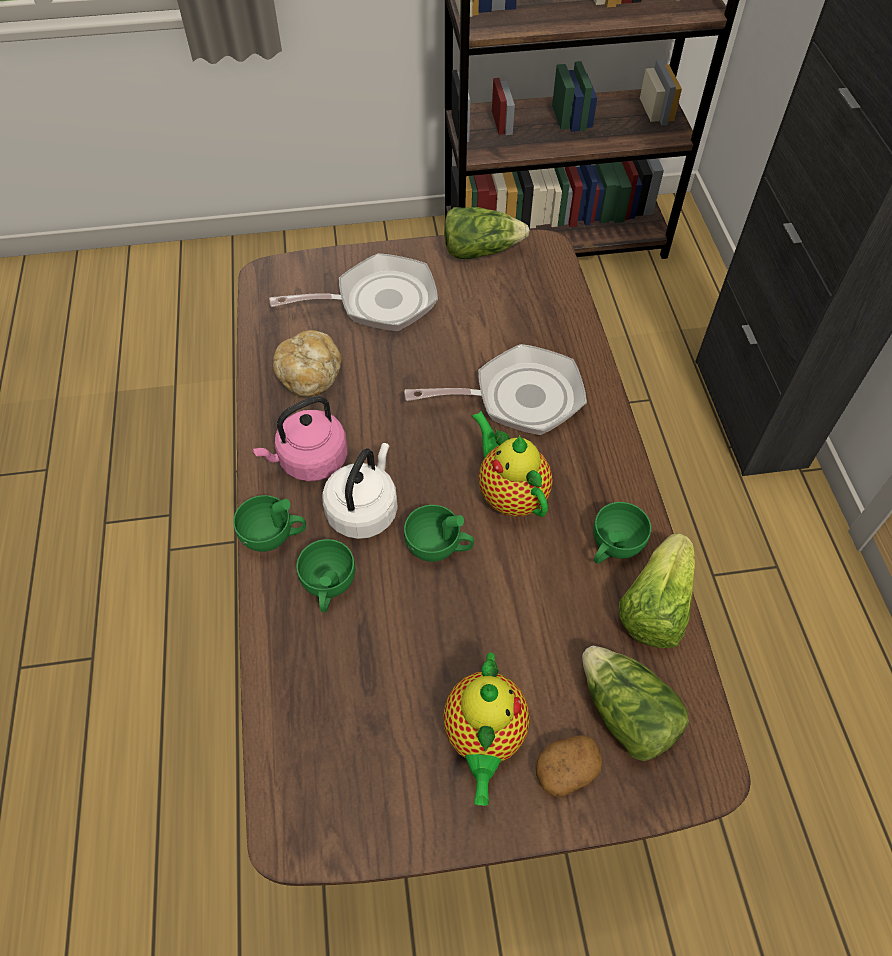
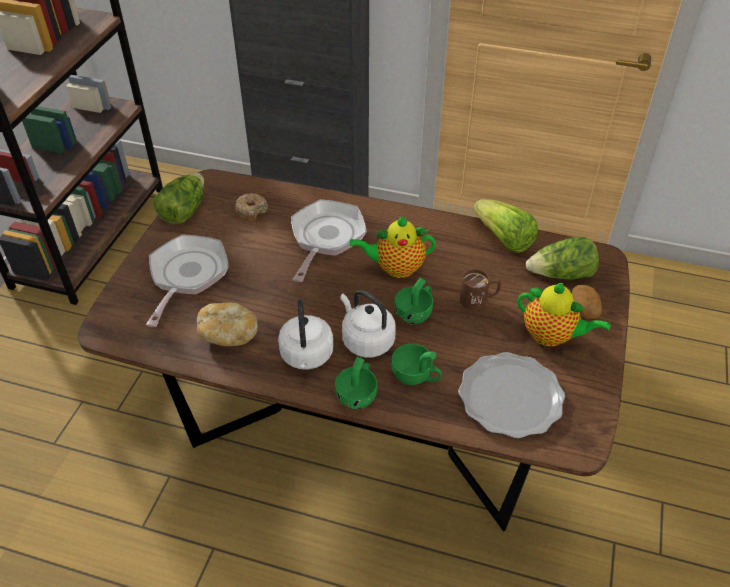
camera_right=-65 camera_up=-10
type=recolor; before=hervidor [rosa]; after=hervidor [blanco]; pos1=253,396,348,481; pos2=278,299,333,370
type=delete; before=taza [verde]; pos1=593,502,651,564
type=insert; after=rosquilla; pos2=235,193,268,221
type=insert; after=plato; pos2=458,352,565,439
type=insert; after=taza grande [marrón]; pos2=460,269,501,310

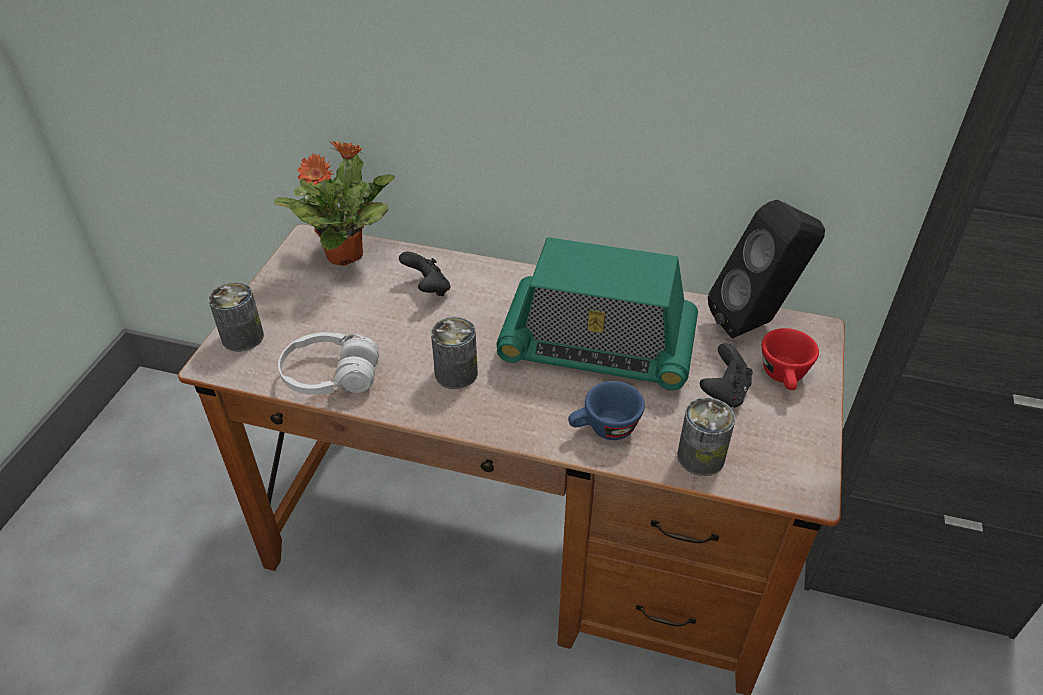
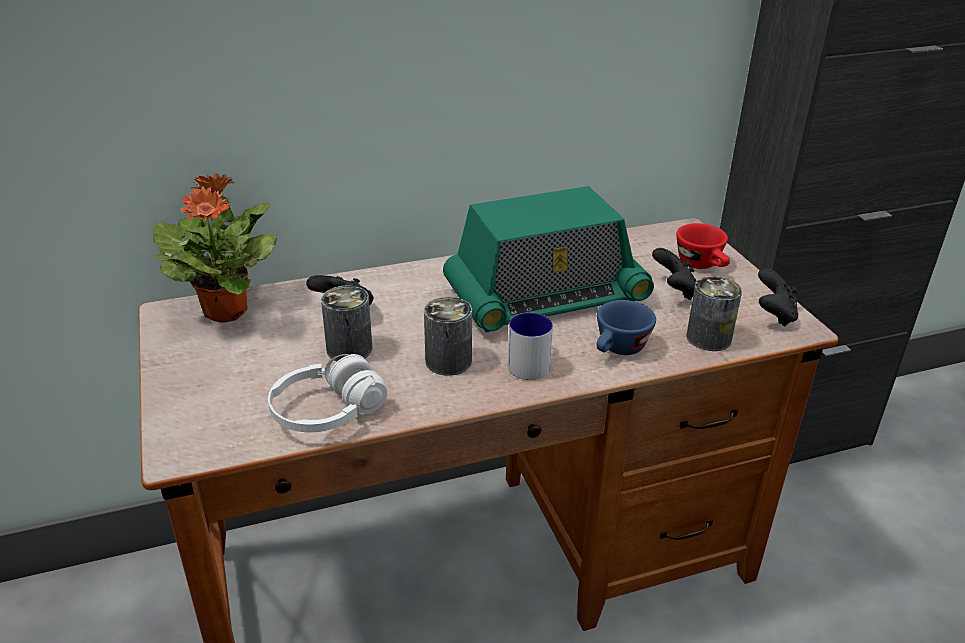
camera_right=-35 camera_up=-10
type=move; before=lata; pos1=208,282,264,352; pos2=321,285,373,361
type=delete; before=altavoz [negro]; pos1=708,200,825,338
type=insert; after=taza grande; pos2=508,313,553,380
type=insert; after=mando de consola [negro]; pos2=758,268,798,327

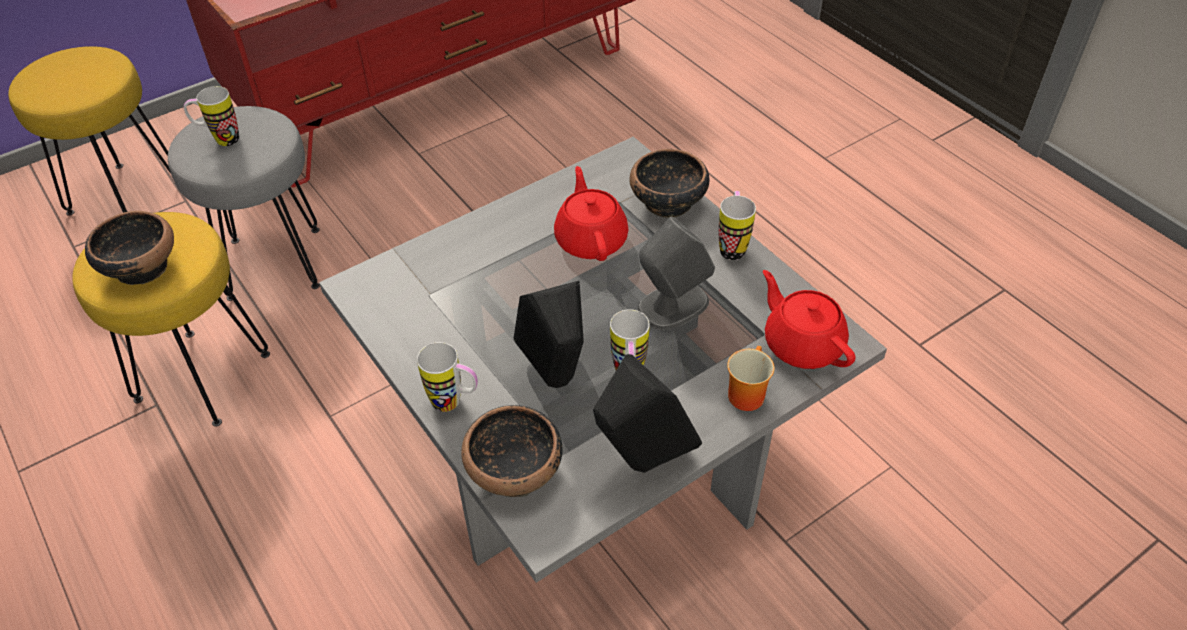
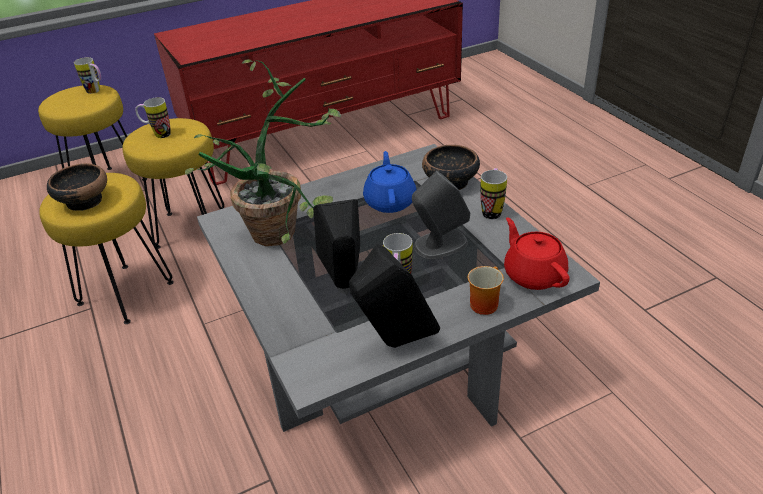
camera_right=10 camera_up=-10
type=recolor; before=taburete [gris]; after=taburete [amarillo]; pos1=168,106,320,301; pos2=122,118,224,249
type=move; before=taza grande; pos1=417,342,478,412; pos2=74,57,101,94
type=delete; before=cuenco; pos1=461,405,563,497
type=recolor; before=tetera [rojo]; after=tetera [azul]; pos1=554,166,629,261; pos2=363,151,416,213
type=insert; after=planta en maceta; pos2=185,59,341,246

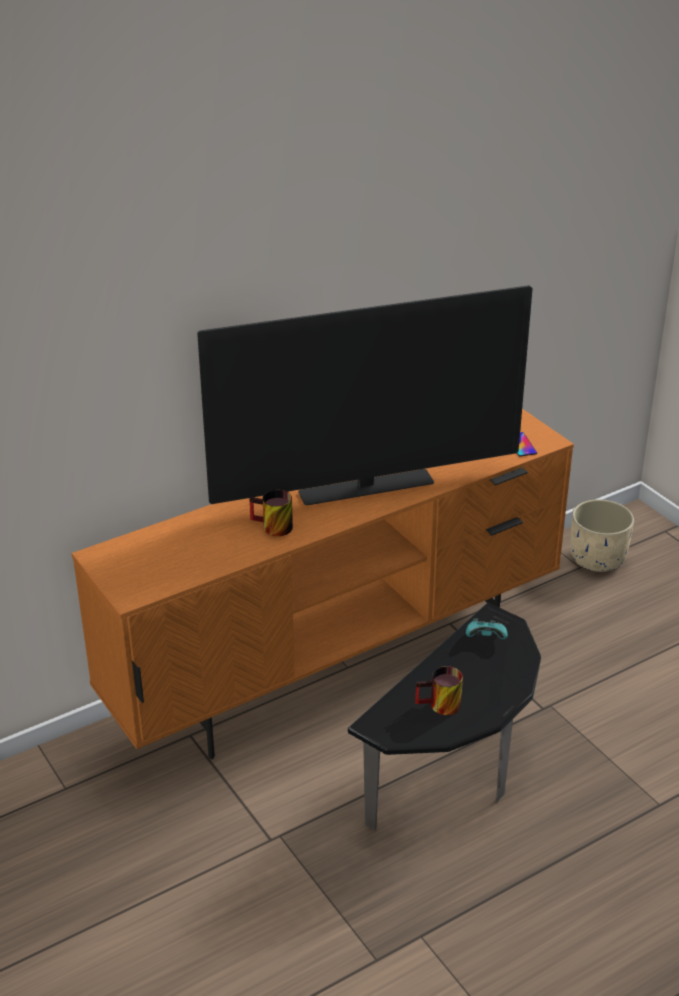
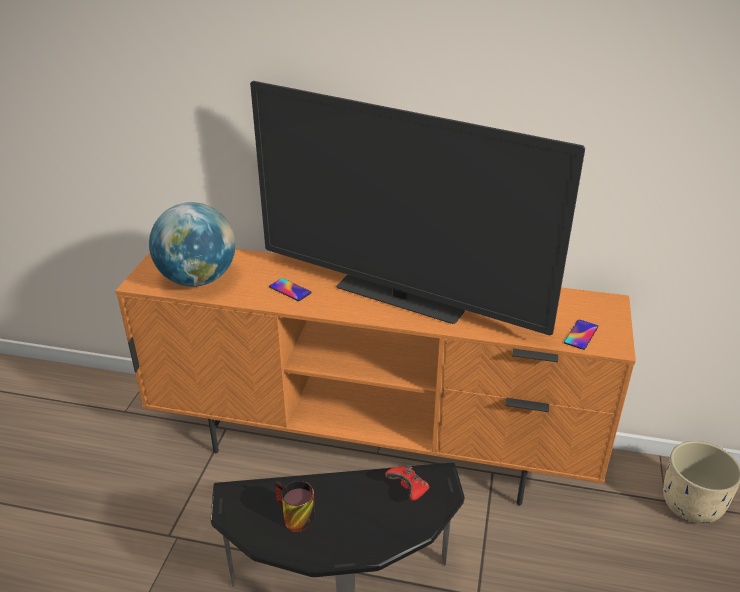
camera_right=45 camera_up=0
type=replace; before=taza grande; after=móvil; pos1=250,490,293,536; pos2=269,278,312,301
type=recolor; before=mando de consola [turquesa]; after=mando de consola [rojo]; pos1=466,619,508,639; pos2=385,465,430,501
type=insert; after=globo terráqueo; pos2=149,202,235,287

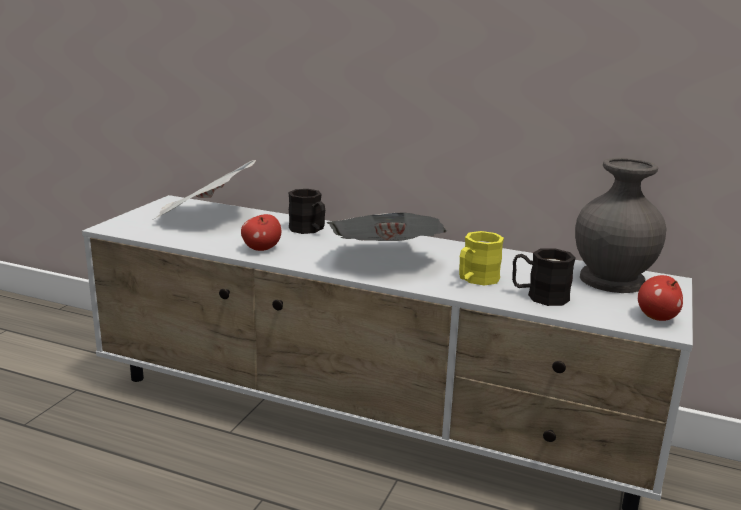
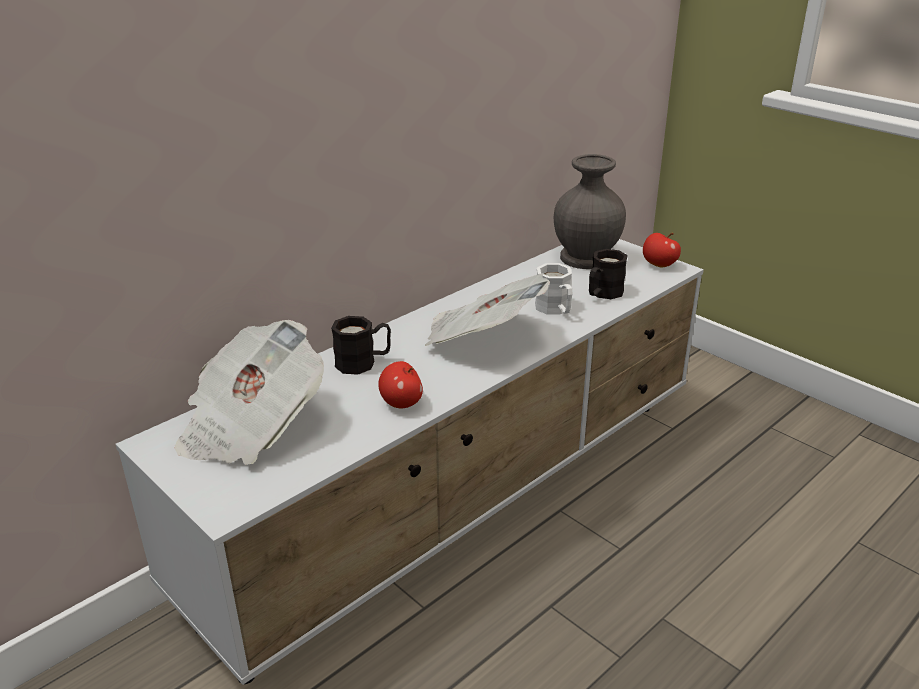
camera_right=-65 camera_up=10
type=recolor; before=taza grande [amarillo]; after=taza grande [blanco]; pos1=459,231,504,286; pos2=535,263,572,315

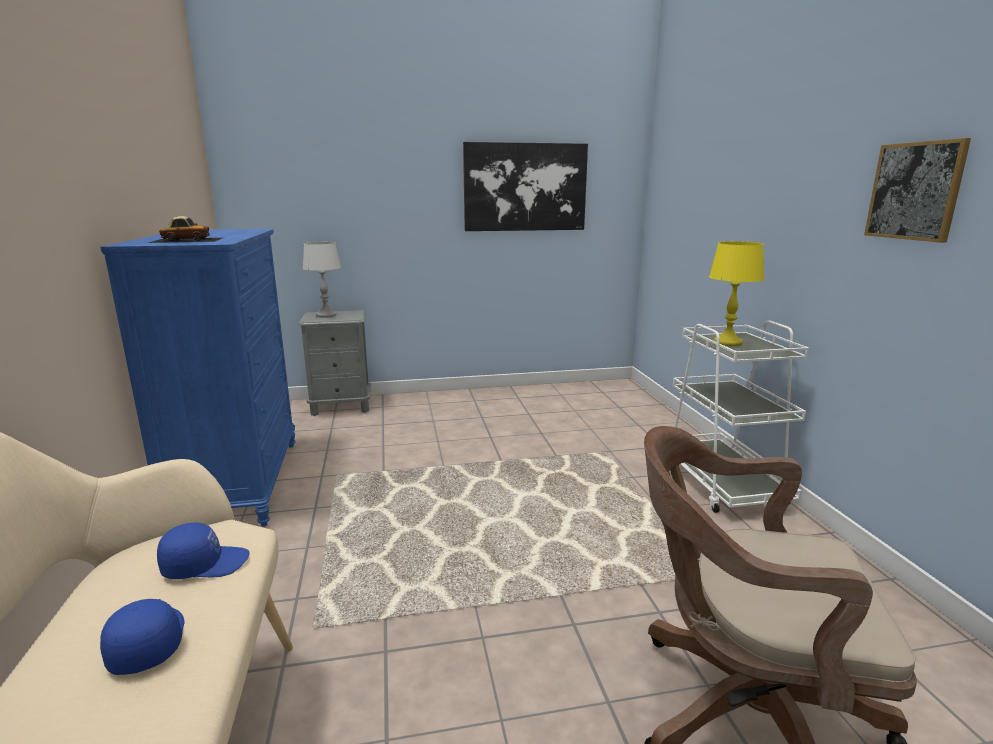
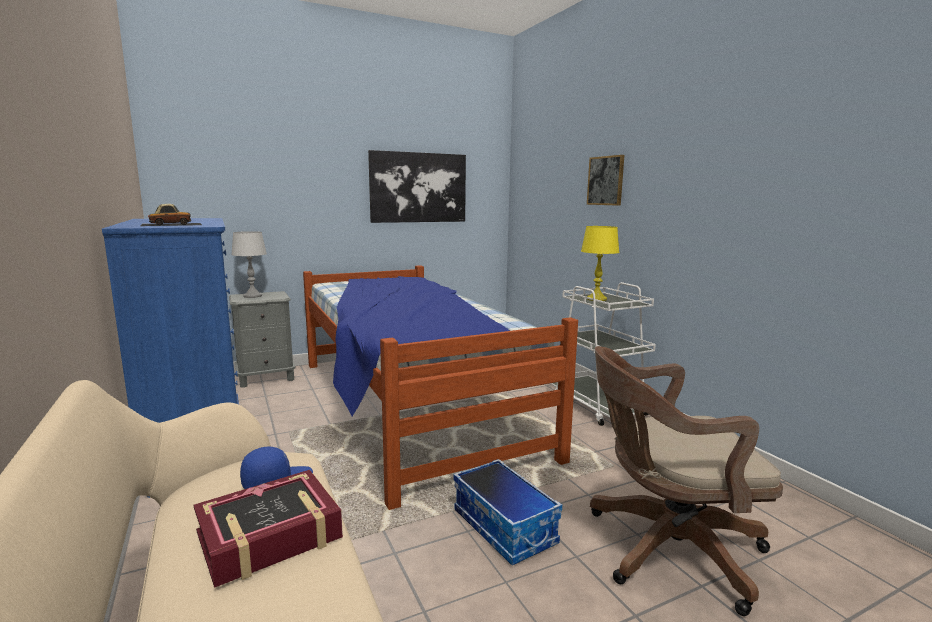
camera_right=-15 camera_up=-5
type=replace; before=gorra [azul]; after=libro; pos1=100,599,184,675; pos2=194,470,343,588
type=move; before=cuadro; pos1=864,138,971,243; pos2=587,155,624,206
type=insert; after=cama; pos2=303,265,578,510
type=insert; after=caja de almacenaje; pos2=453,459,562,565

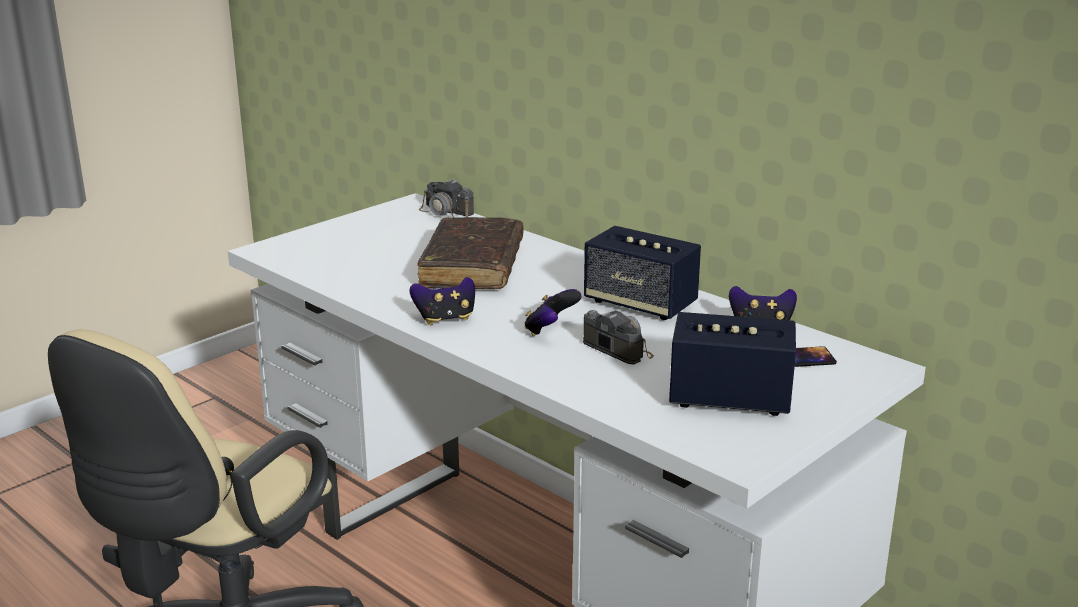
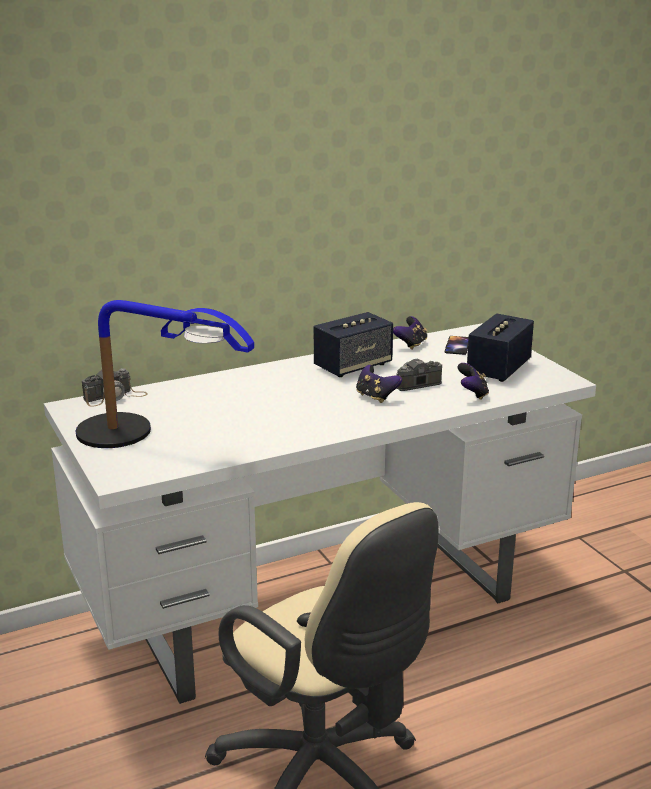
camera_right=-70 camera_up=0
type=move; before=mando de consola; pos1=409,277,475,325; pos2=458,363,489,400
type=delete; before=libro [marrón]; pos1=417,217,523,289
type=insert; after=lámpara de mesa; pos2=76,300,254,448

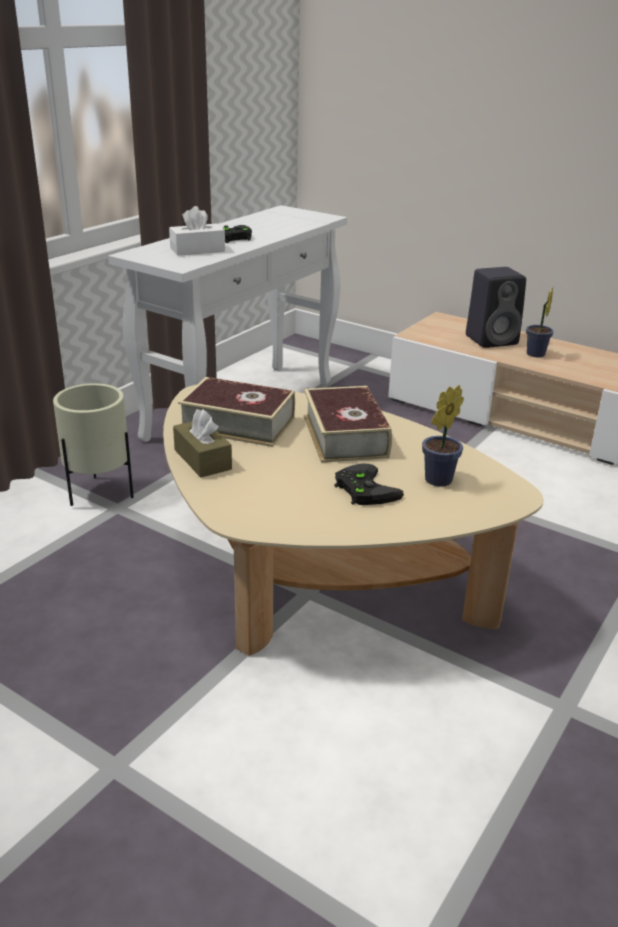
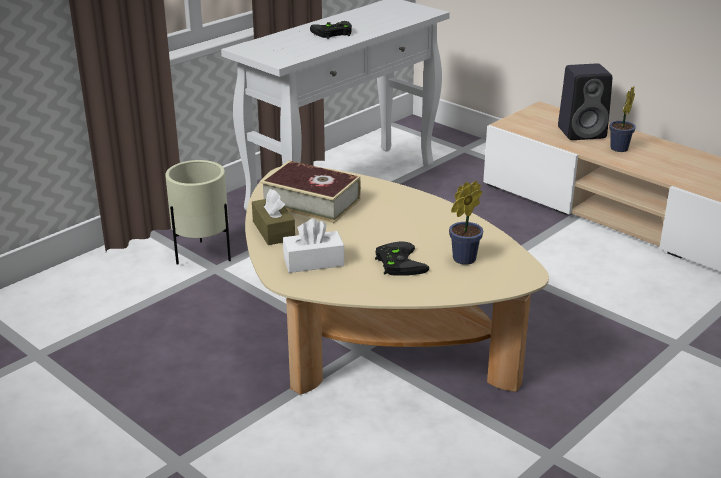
camera_right=10 camera_up=0
type=move; before=caja de pañuelos [blanco]; pos1=169,206,225,256; pos2=283,218,344,273
type=delete; before=libro; pos1=304,386,392,462

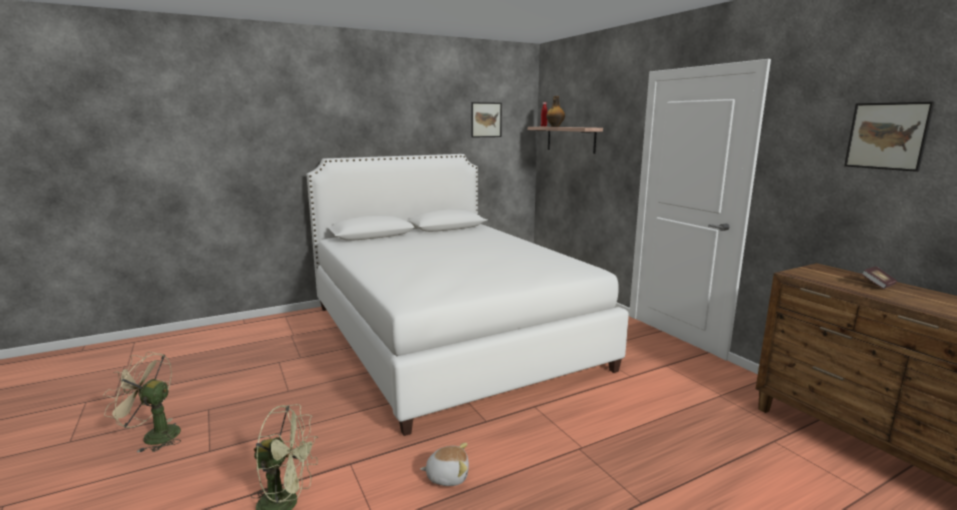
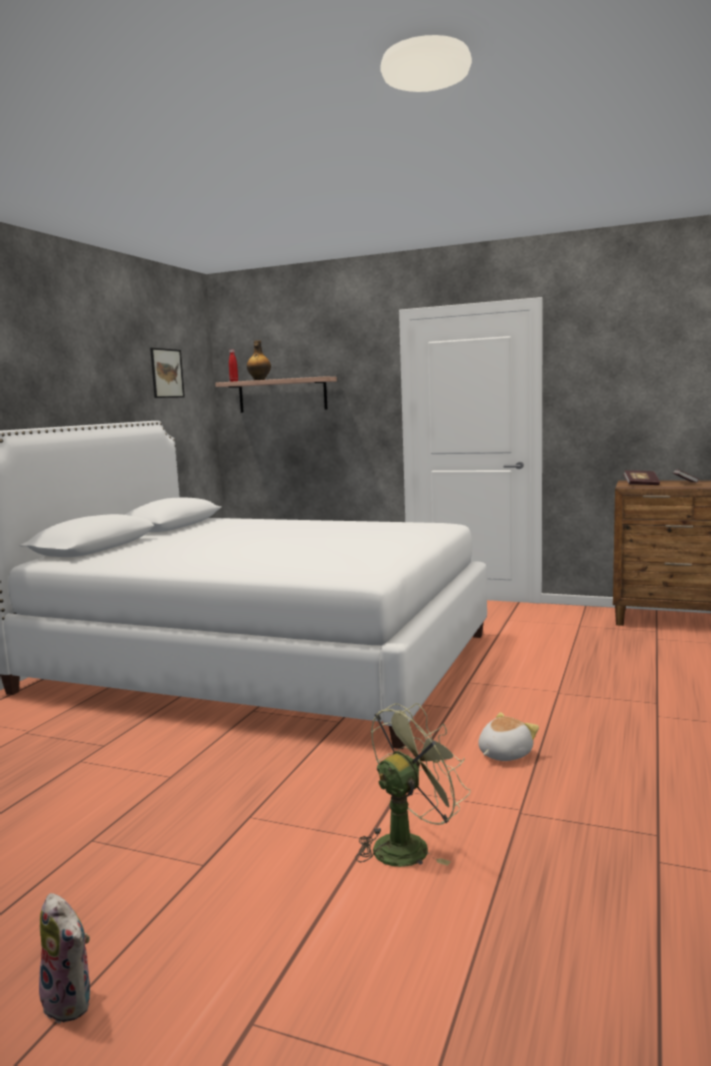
camera_right=-40 camera_up=-5
type=delete; before=ventilador [beis]; pos1=103,352,181,453
type=delete; before=cuadro; pos1=844,102,934,172
type=insert; after=peluche; pos2=39,893,92,1024
type=insert; after=libro; pos2=623,471,660,485

